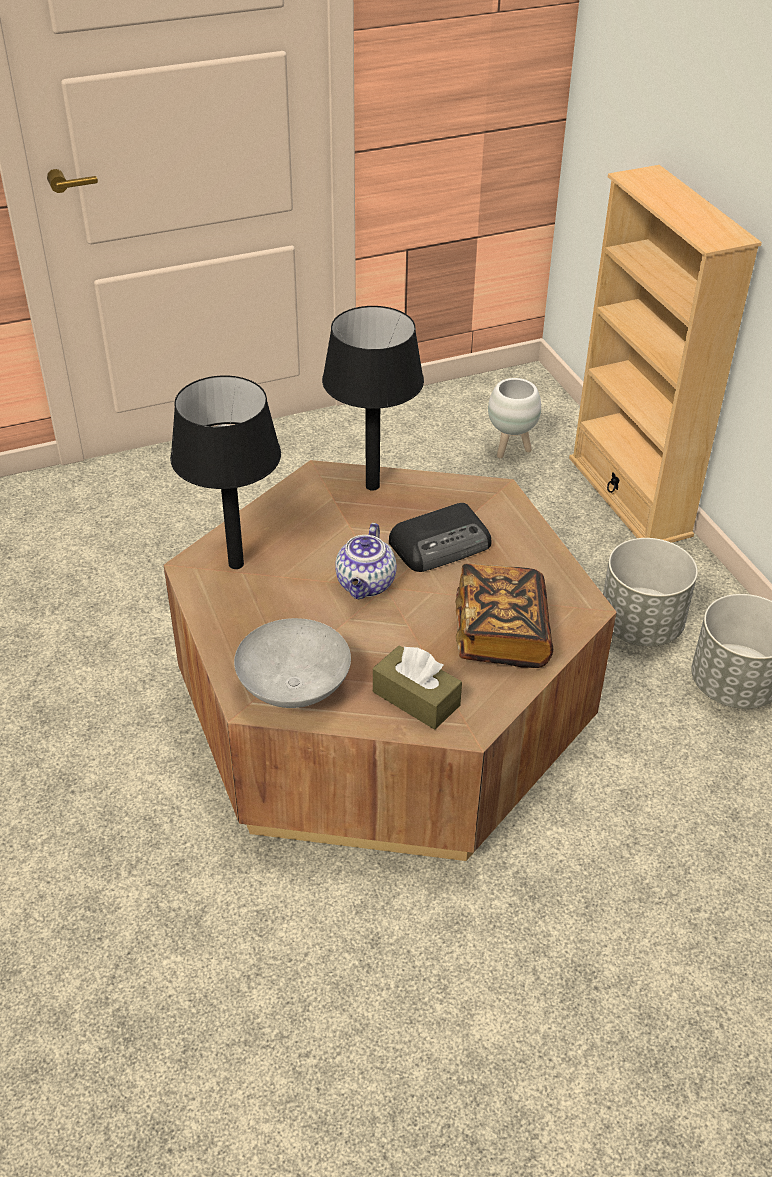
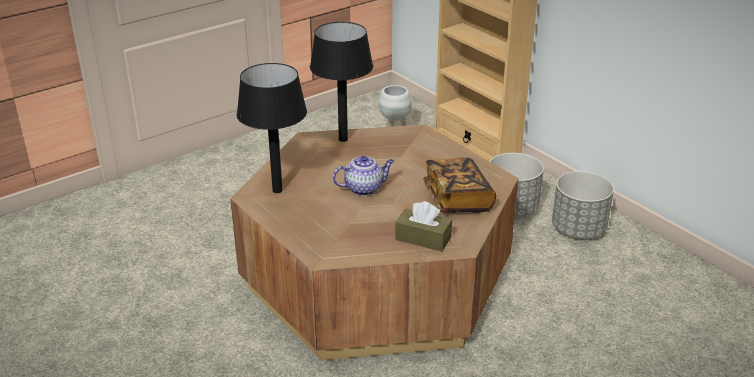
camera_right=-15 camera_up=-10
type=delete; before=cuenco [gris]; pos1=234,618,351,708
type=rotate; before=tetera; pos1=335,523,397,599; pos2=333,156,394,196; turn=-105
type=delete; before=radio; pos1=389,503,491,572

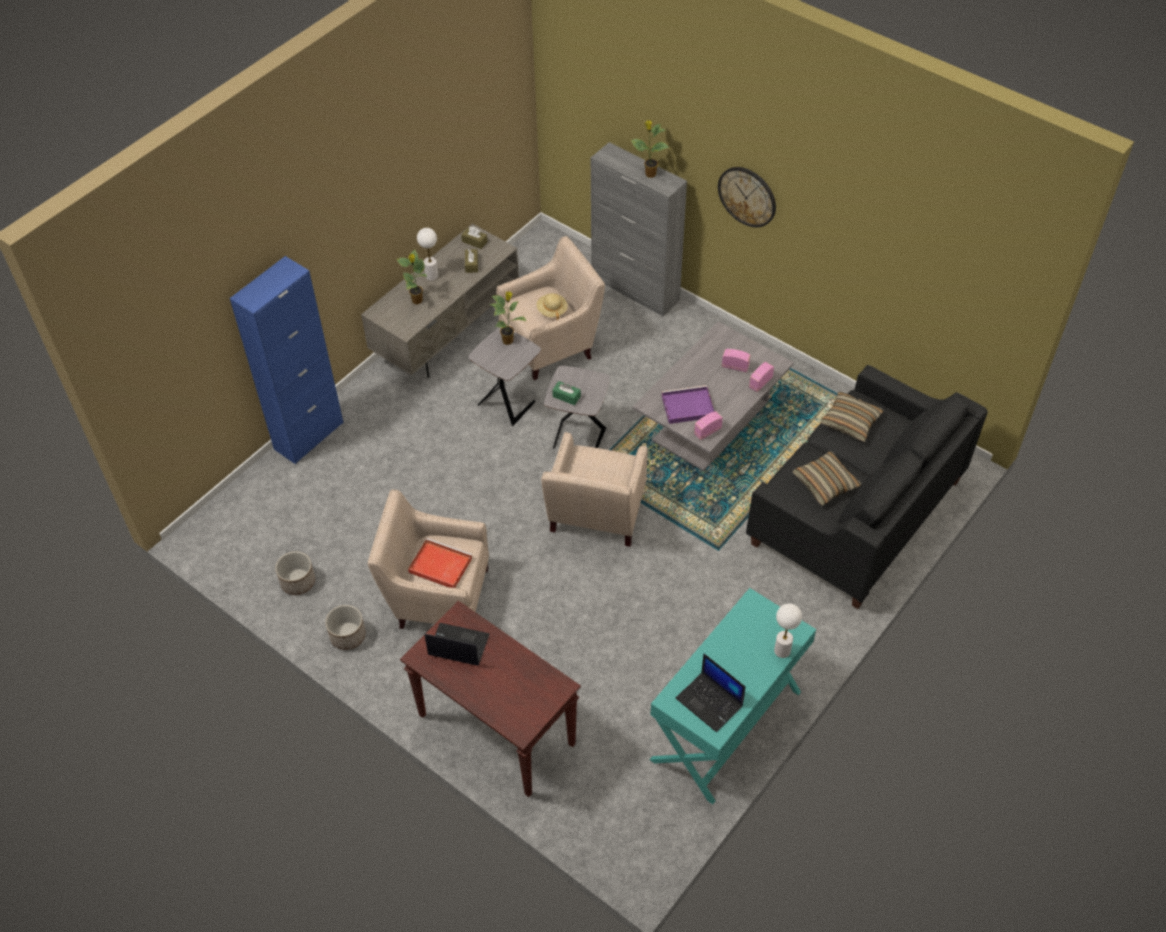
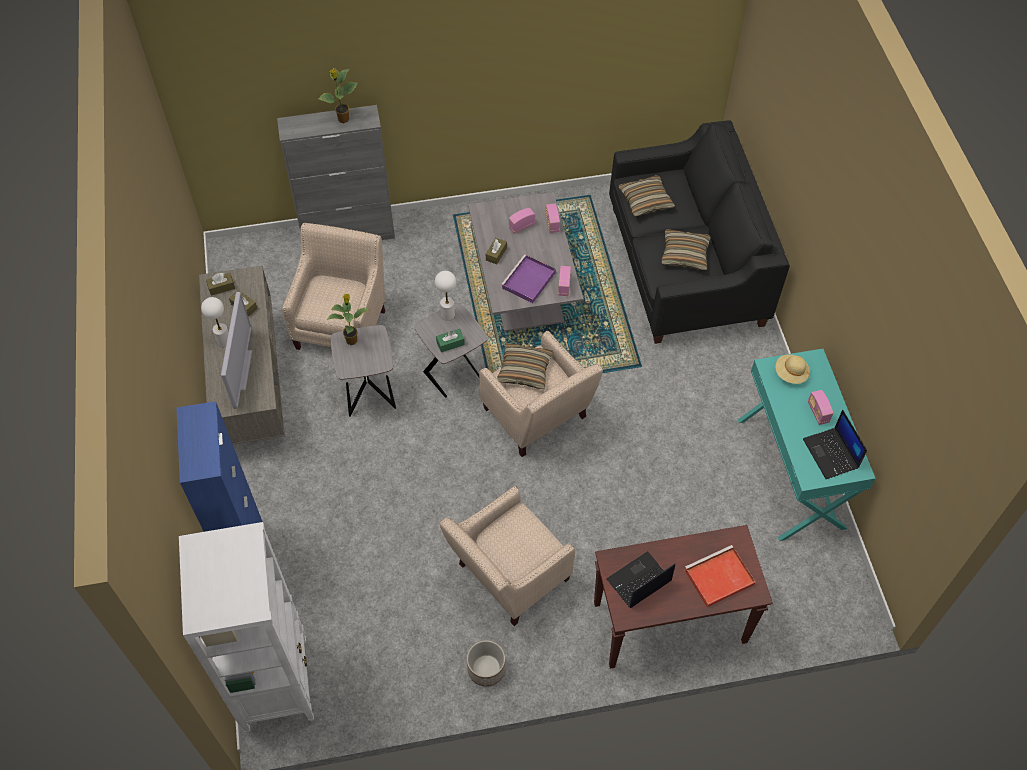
camera_right=-50 camera_up=5
type=delete; before=maceta; pos1=275,551,315,595
type=replace; before=planta en maceta; after=televisor; pos1=397,249,427,304; pos2=221,292,252,409
type=move; before=bandeja [rojo]; pos1=408,538,472,588; pos2=685,545,756,608
type=move; before=sombrero [beis]; pos1=537,293,568,320; pos2=776,355,810,384
type=rotate; before=portátil; pos1=676,654,746,732; pos2=803,410,867,479; turn=75
type=delete; before=reloj de pared; pos1=718,167,776,227
type=move; before=lámpara de mesa [blanco]; pos1=774,604,802,658; pos2=435,271,456,321
type=insert; after=estantería [blanco]; pos2=179,522,314,733
type=insert; after=caja de pañuelos [marrón]; pos2=486,238,507,264
type=insert; after=cojín; pos2=498,343,553,389
type=insert; after=radio; pos2=808,390,833,425

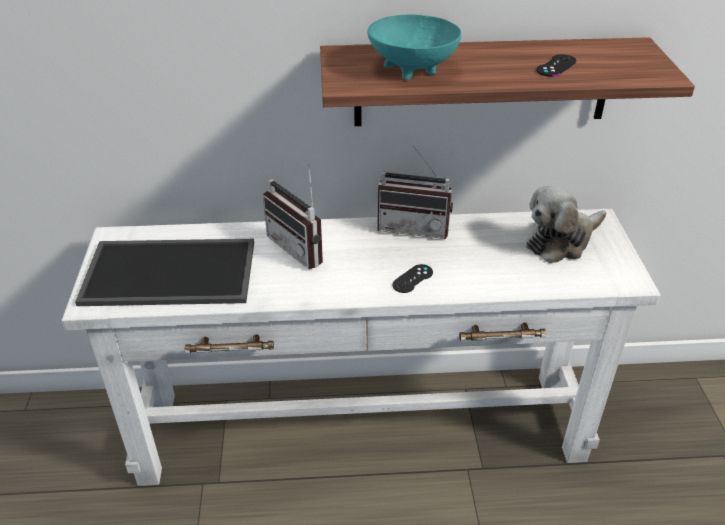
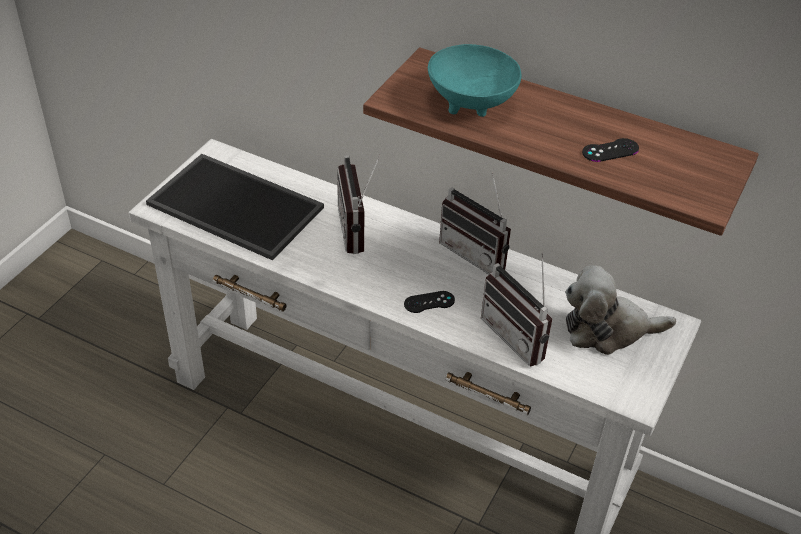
camera_right=30 camera_up=5
type=insert; after=radio; pos2=481,253,553,366

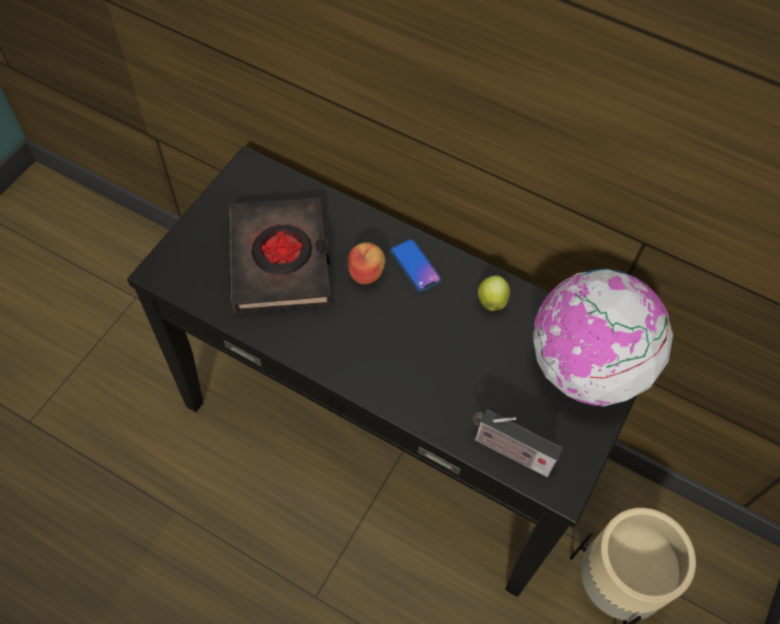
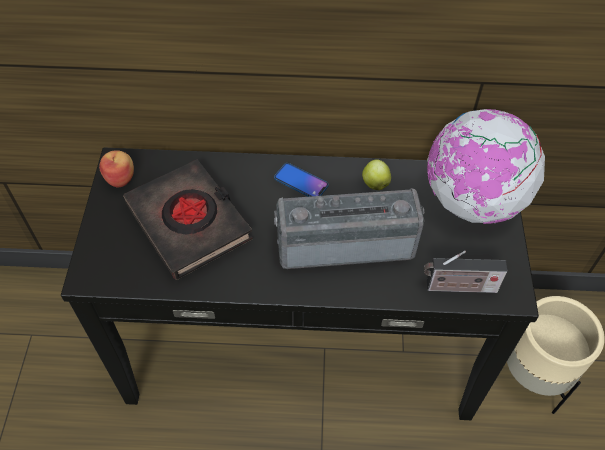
camera_right=-25 camera_up=-5
type=move; before=manzana; pos1=347,242,385,284; pos2=99,150,134,187
type=insert; after=radio; pos2=274,188,424,269

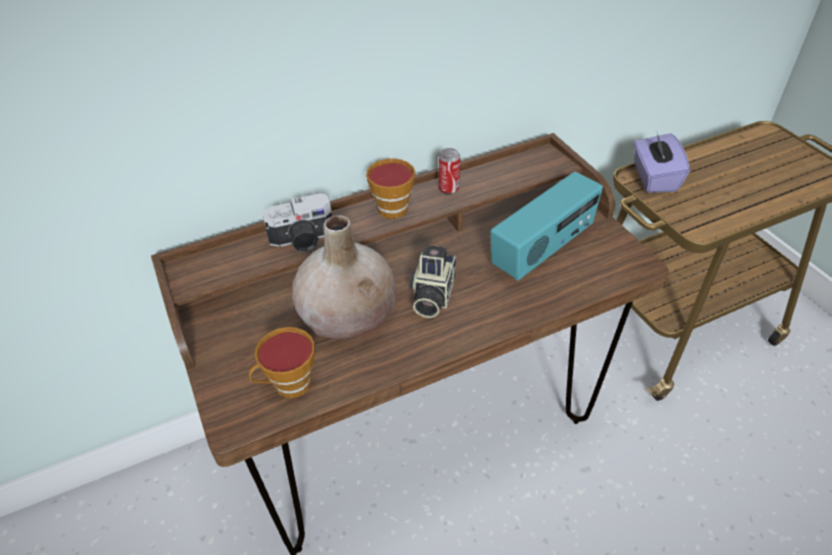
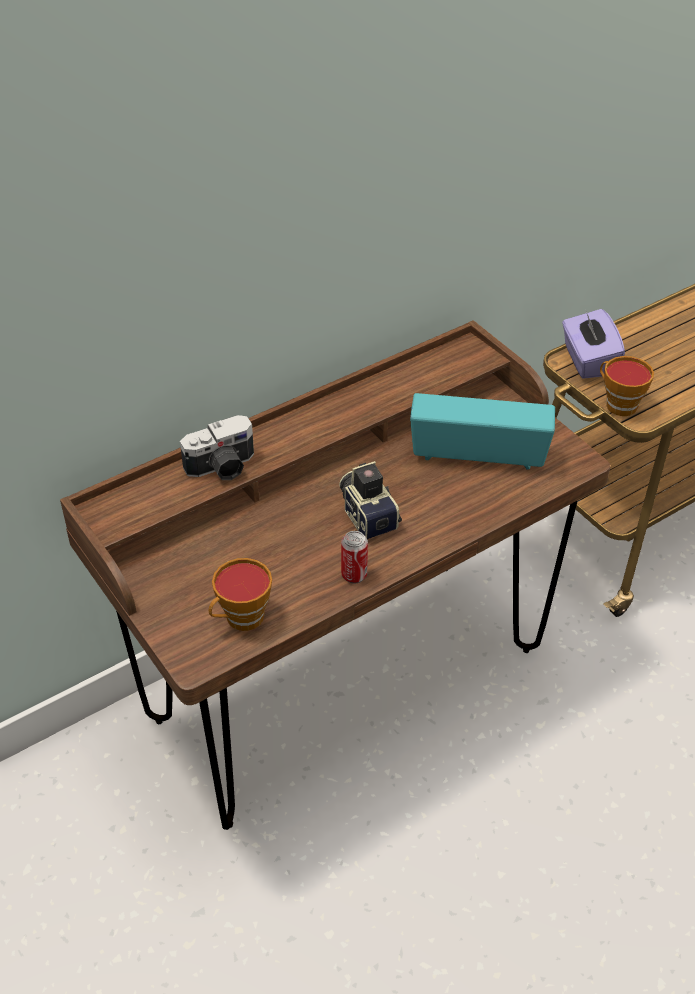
camera_right=-10 camera_up=0
type=delete; before=florero [beis]; pos1=292,215,397,339
type=move; before=taza; pos1=366,158,415,219; pos2=600,356,654,416
type=rotate; before=cámara; pos1=409,245,456,318; pos2=339,461,402,539; turn=150
type=move; before=lata; pos1=439,148,460,195; pos2=341,531,368,584
type=rotate; before=radio; pos1=491,172,603,281; pos2=410,393,555,470; turn=-120

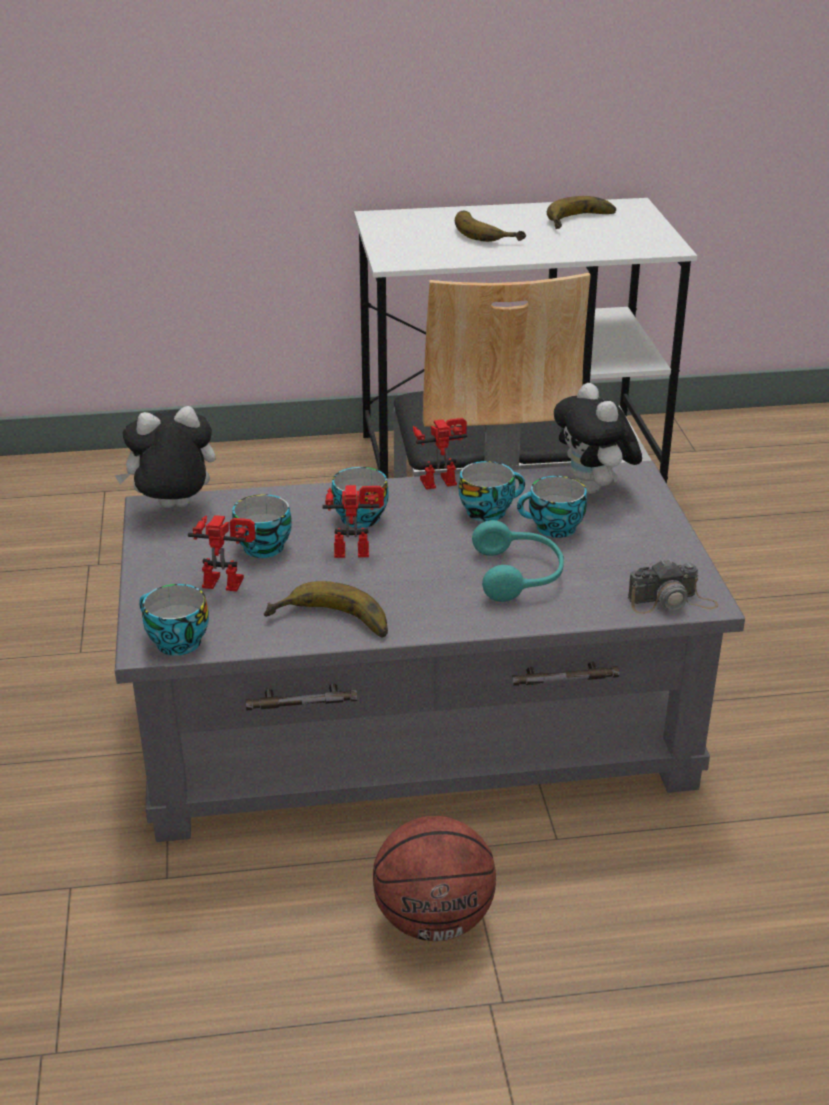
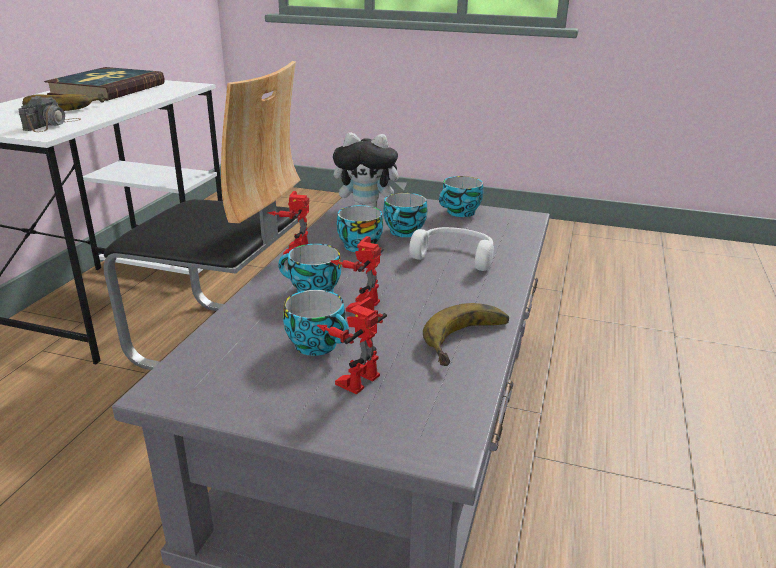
camera_right=-65 camera_up=-5
type=delete; before=peluche; pos1=115,406,215,508
type=move; before=taza; pos1=139,584,209,656; pos2=439,176,483,217
type=delete; before=balón de baloncesto; pos1=373,816,496,941
type=recolor; before=auriculares [turquesa]; after=auriculares [blanco]; pos1=472,520,564,602; pos2=409,227,494,271
type=replace; before=plátano; after=libro; pos1=547,196,616,229; pos2=44,67,165,101
type=move; before=cámara; pos1=628,559,719,614; pos2=18,96,81,132

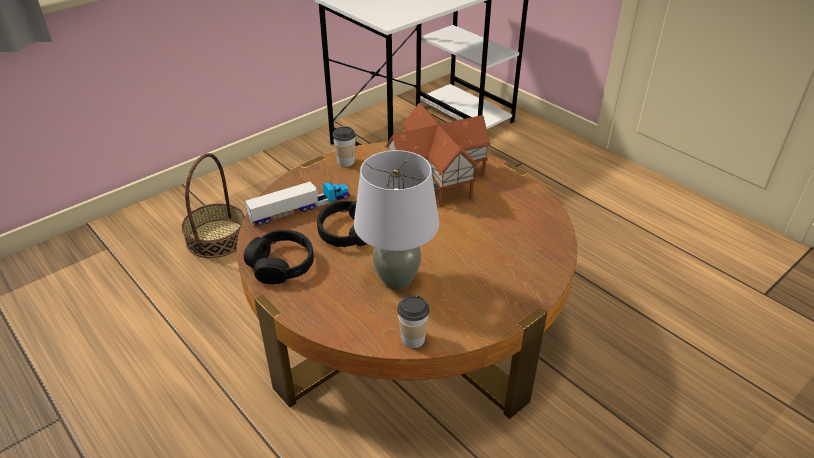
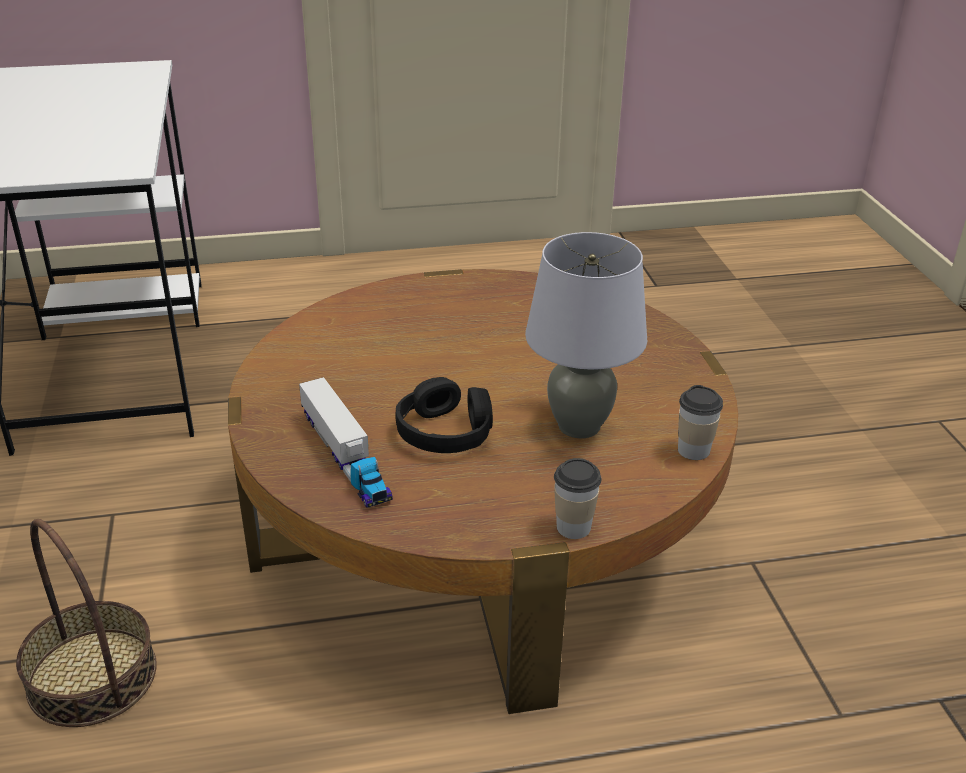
camera_right=-60 camera_up=-5
type=delete; before=auriculares [negro]; pos1=244,230,314,284
type=rotate; before=camión de juguete; pos1=245,180,350,226; pos2=299,377,393,507; turn=150
type=move; before=taza; pos1=333,126,356,167; pos2=554,458,601,539
type=delete; before=casita; pos1=385,103,491,207

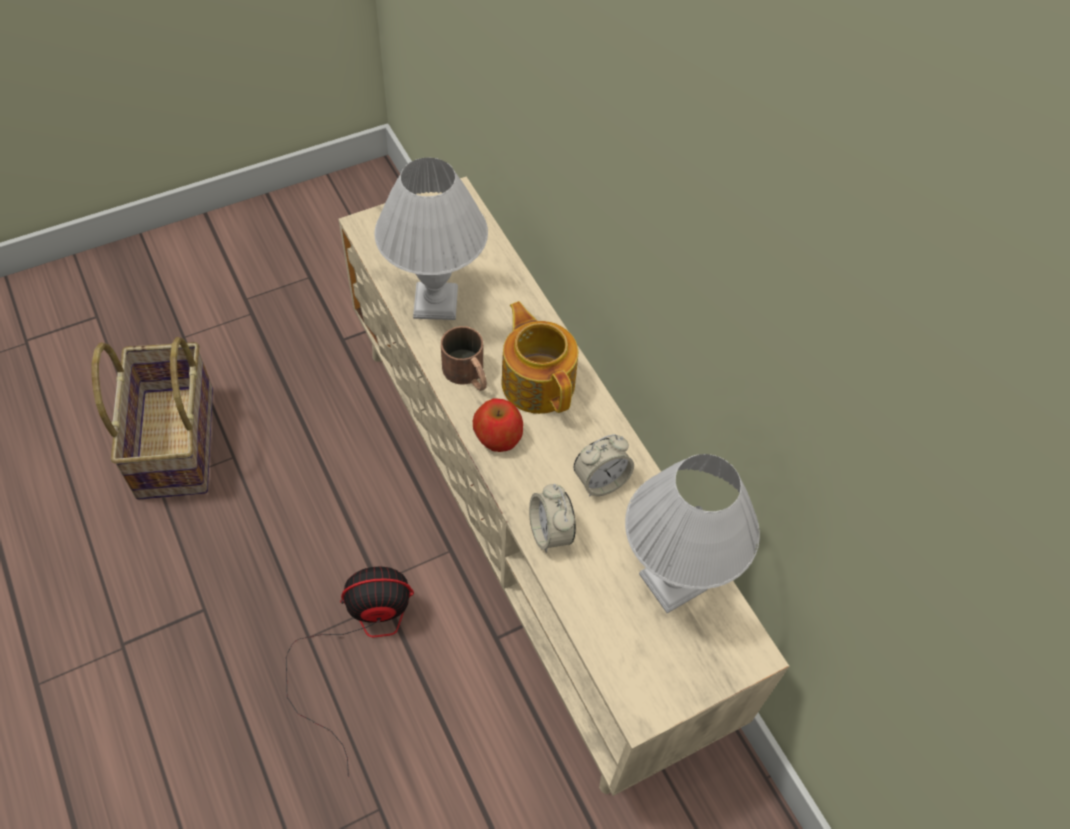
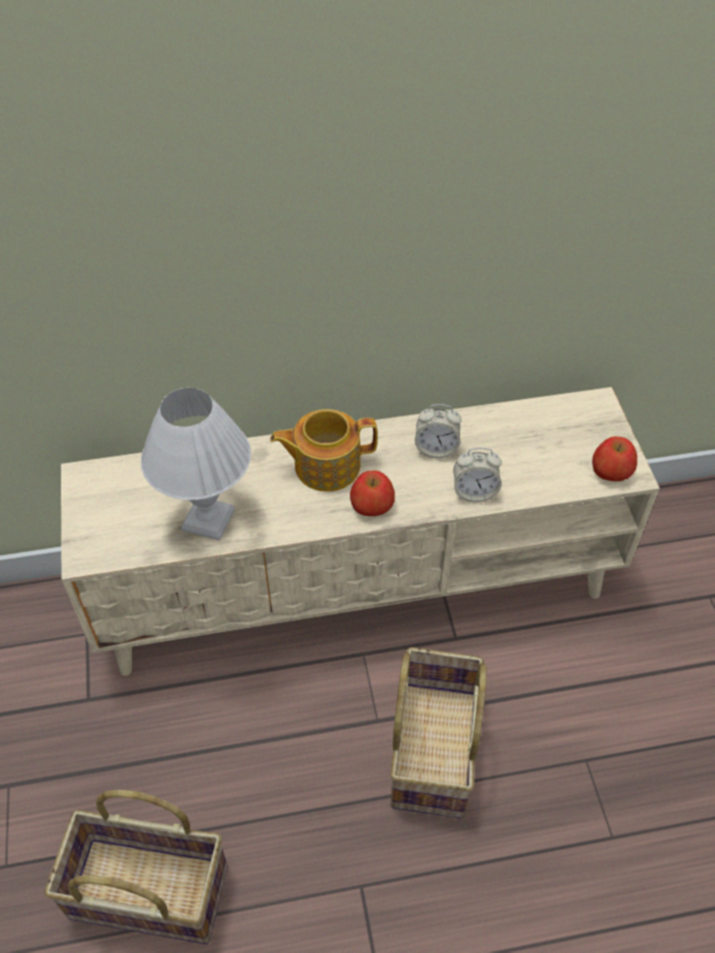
camera_right=-70 camera_up=-5
type=replace; before=ventilador; after=cesta; pos1=286,567,414,777; pos2=390,647,487,818
type=delete; before=taza grande [marrón]; pos1=441,326,487,391
type=rotate; before=despertador; pos1=574,434,634,497; pos2=415,404,462,458; turn=105
type=delete; before=lámpara de mesa [blanco]; pos1=625,454,760,613
type=insert; after=manzana; pos2=592,436,637,481

